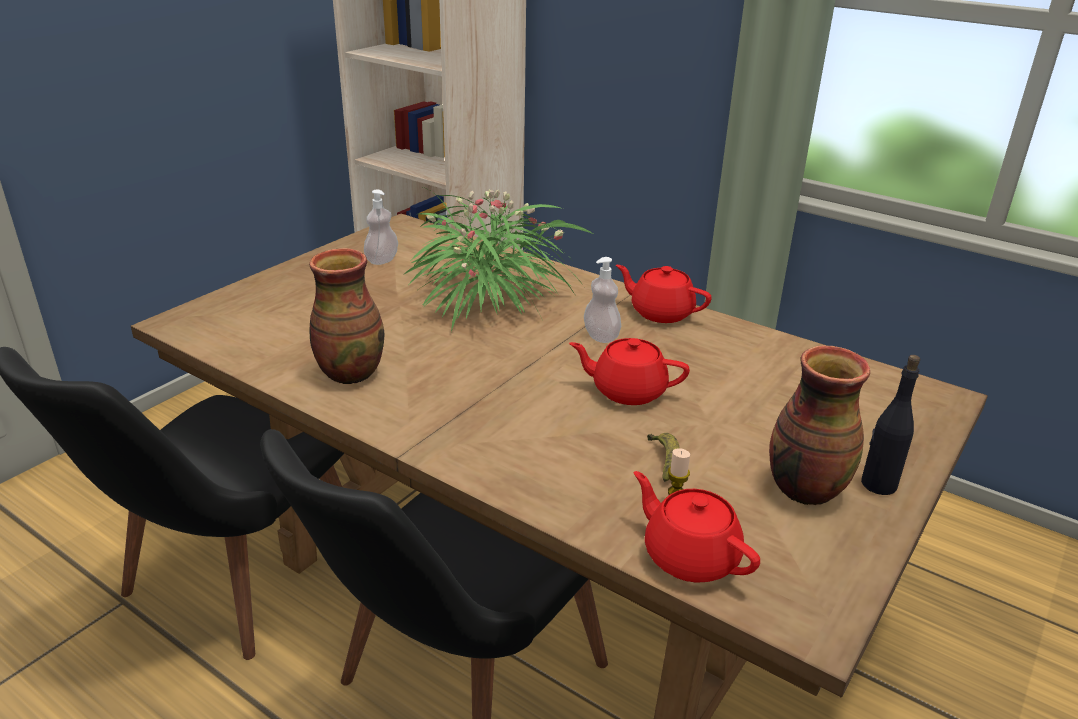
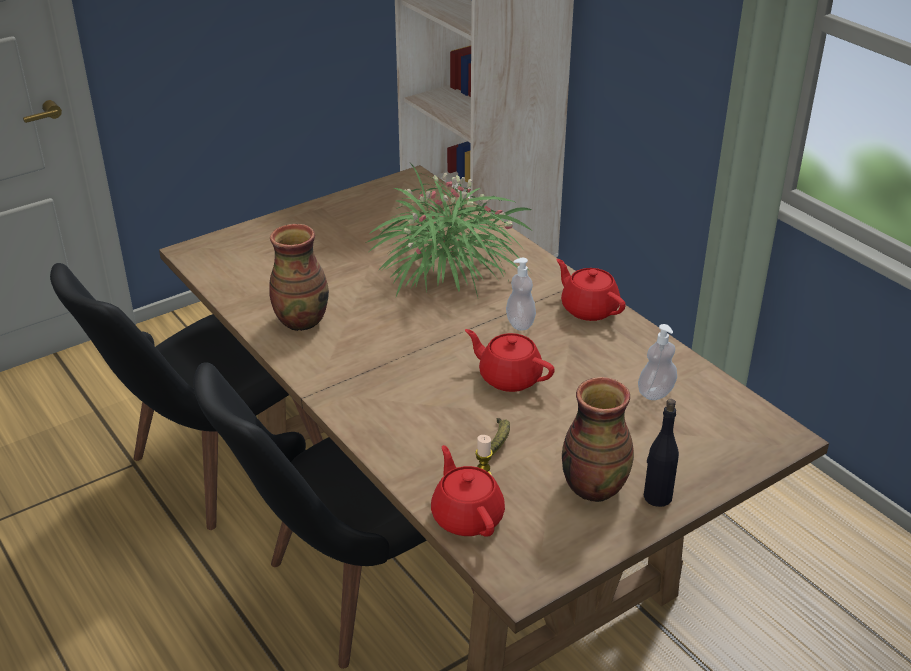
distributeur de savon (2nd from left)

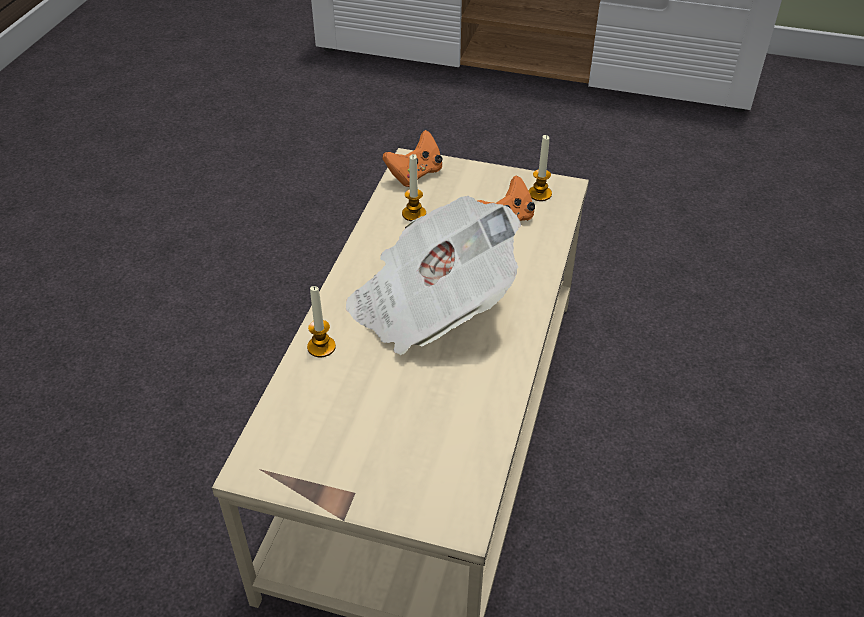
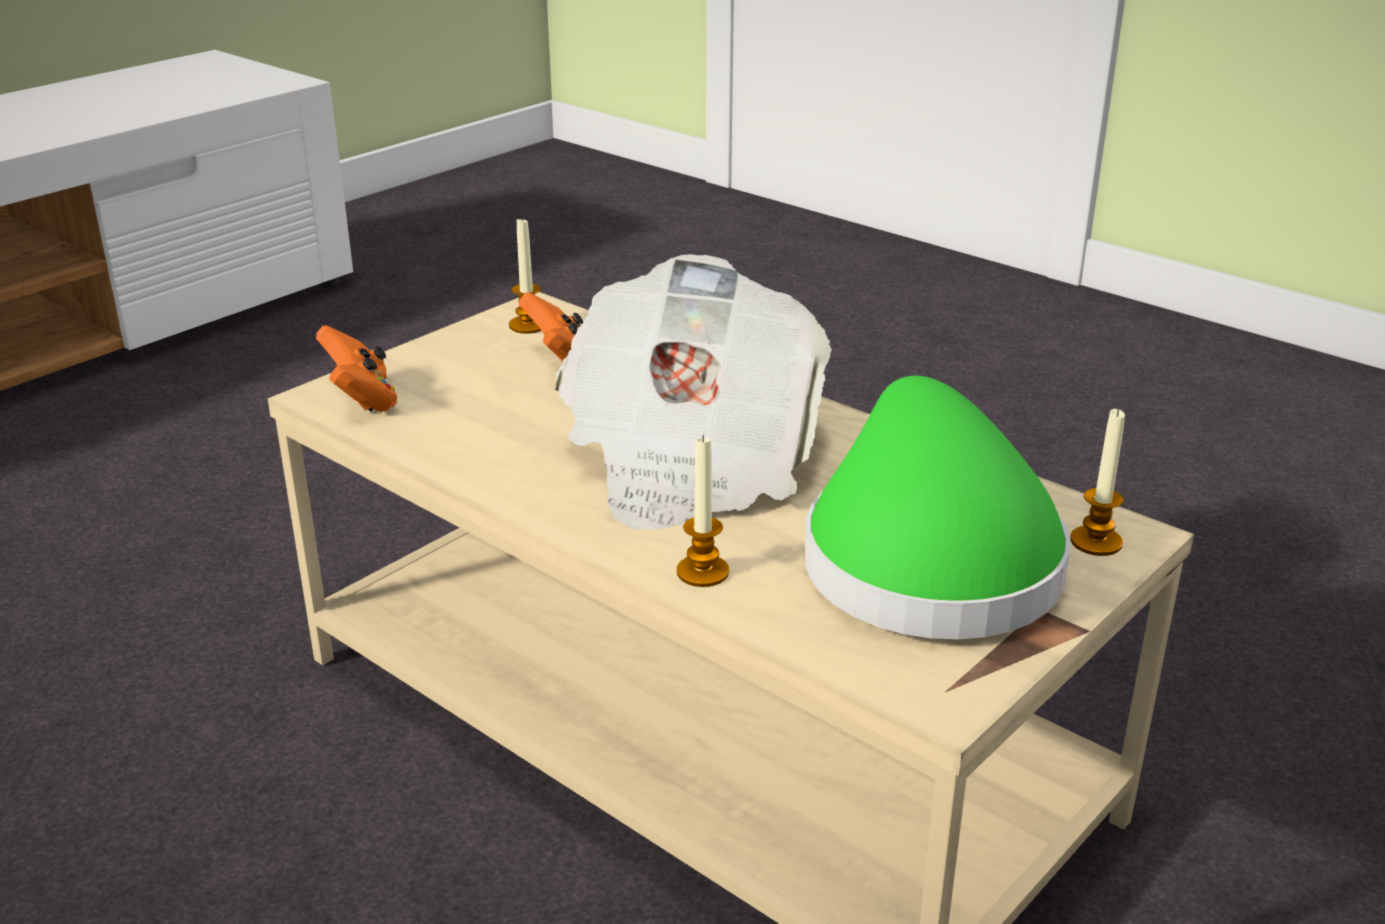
bougie (3rd from left)
chapeau/vert

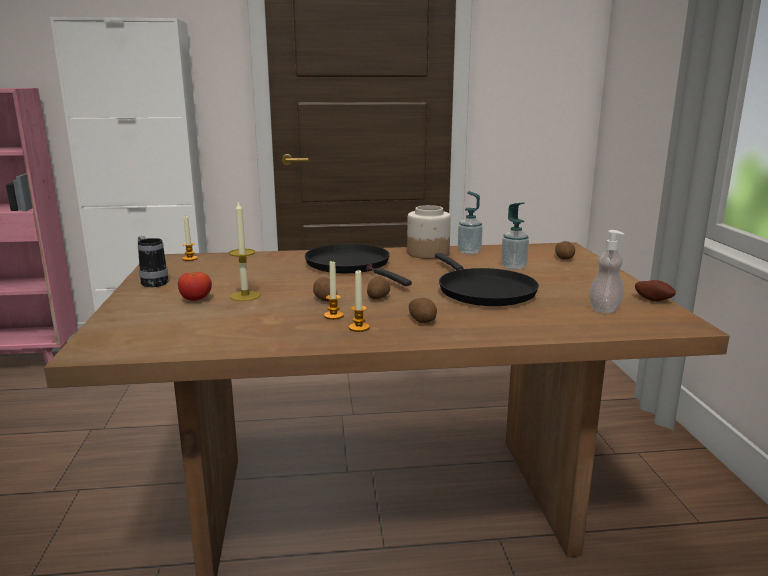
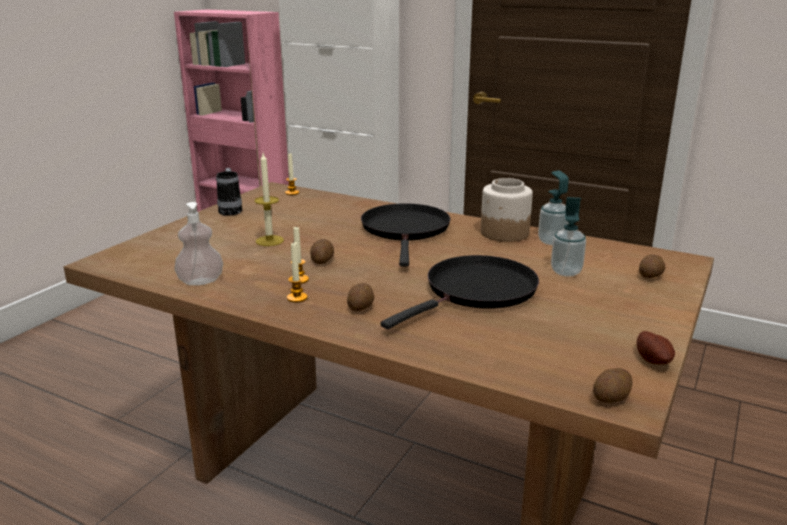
tomate
pomme de terre (3rd from left)
poêle/noir (2nd from left)
distributeur de savon (1st from left)

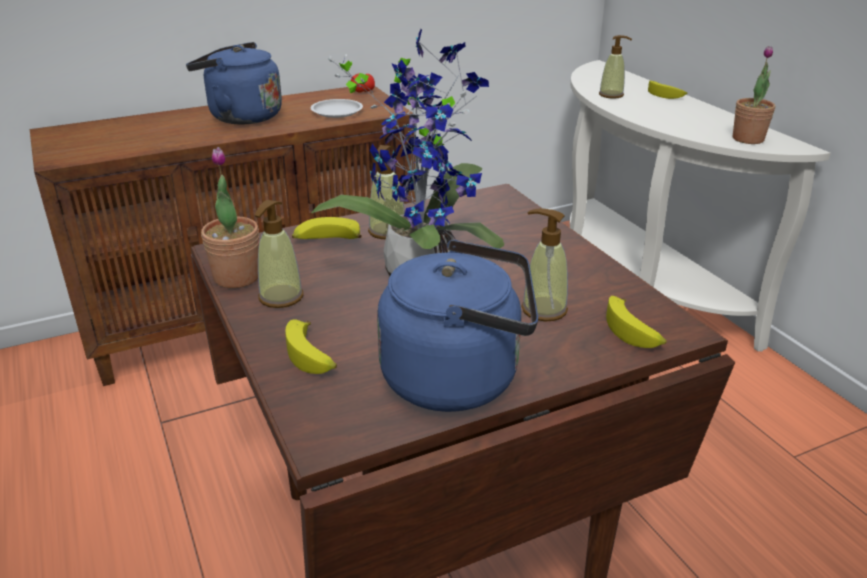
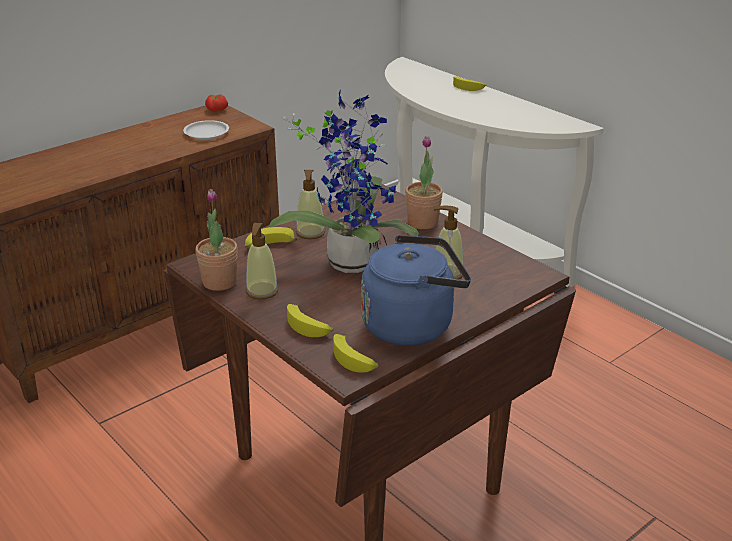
bouilloire/bleu (1st from left in the first image)
distributeur de savon (4th from left in the first image)
banane (3rd from left)
plante en pot (3rd from left)

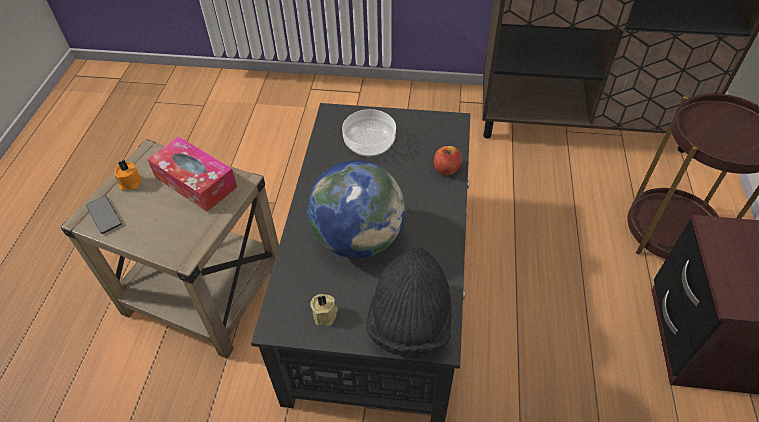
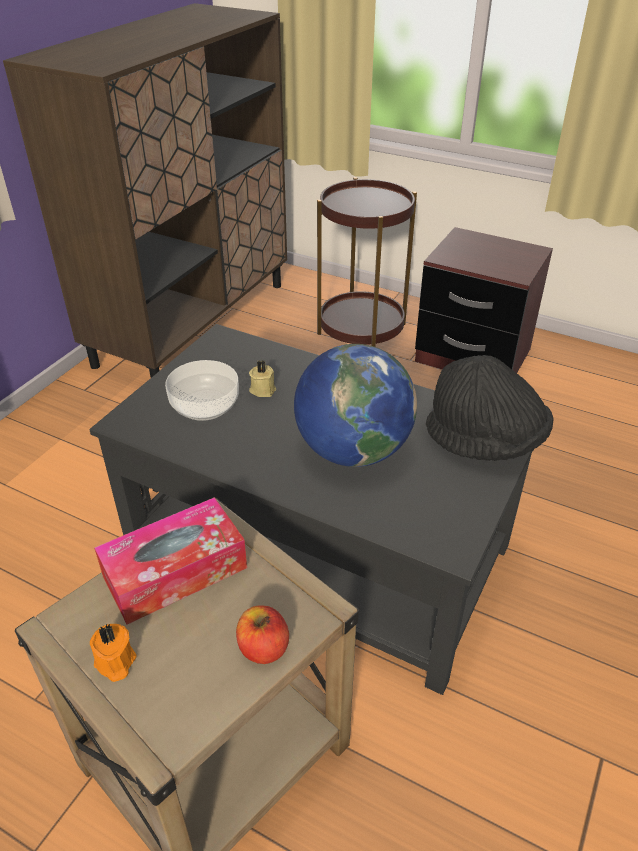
téléphone
bougie/beige
pomme

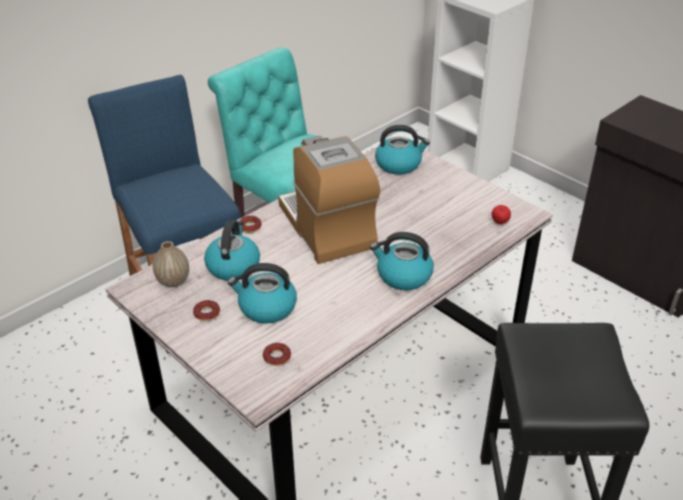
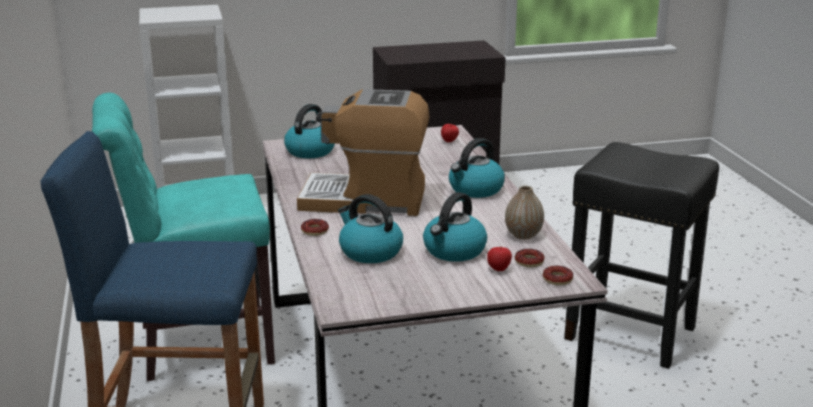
vase
beignet (3rd from left)
pomme (2nd from left)

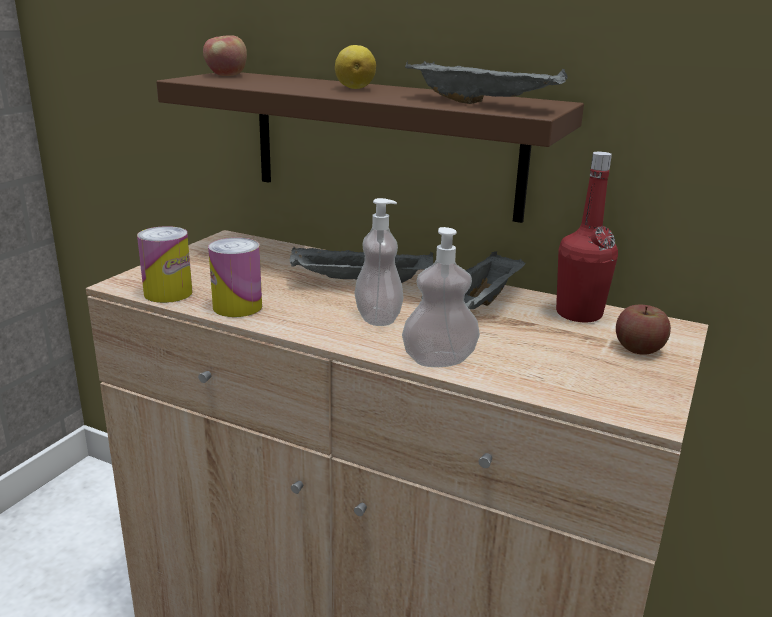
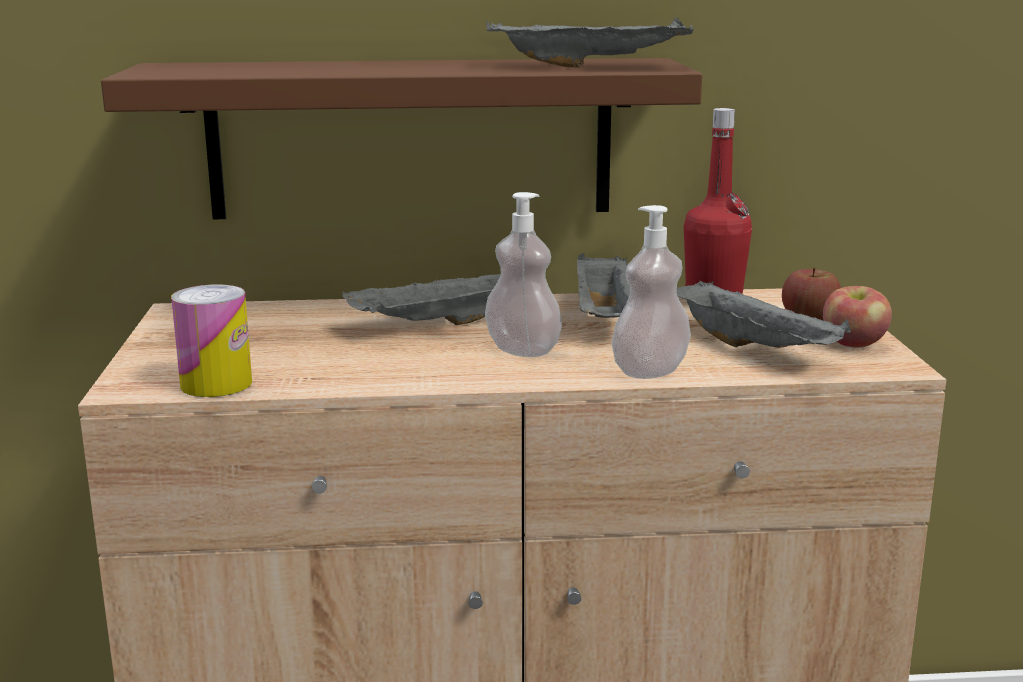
pomme (2nd from left)
boîte métallique (2nd from left in the first image)
citron
plateau/gris (4th from left)

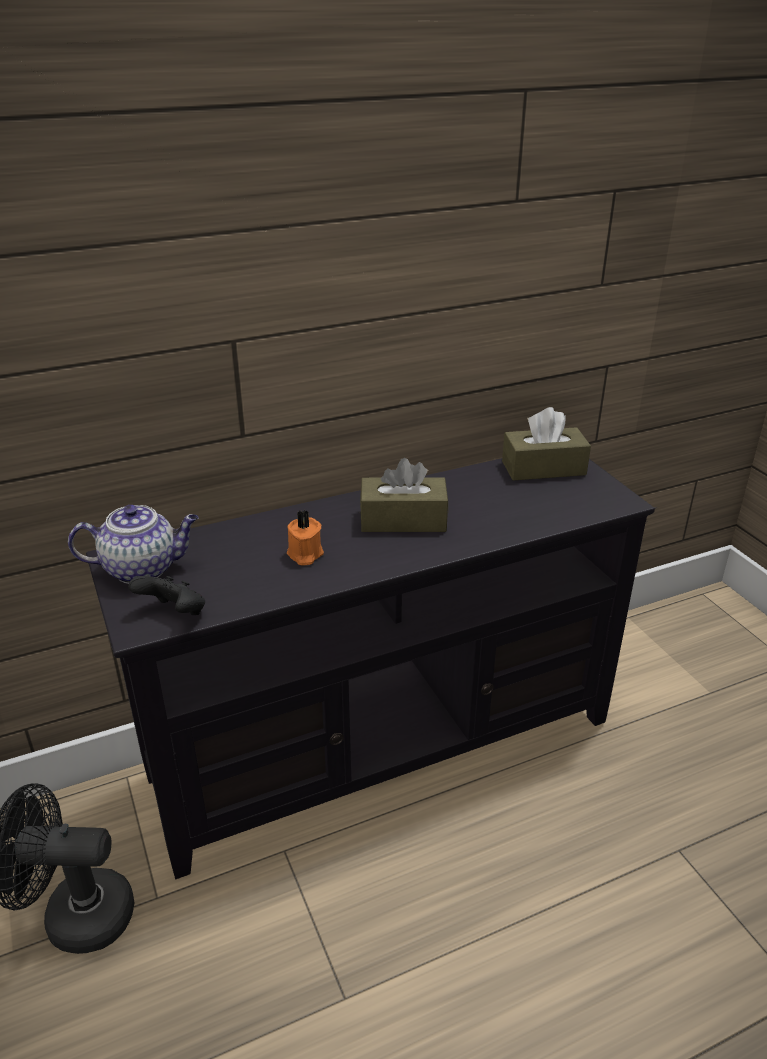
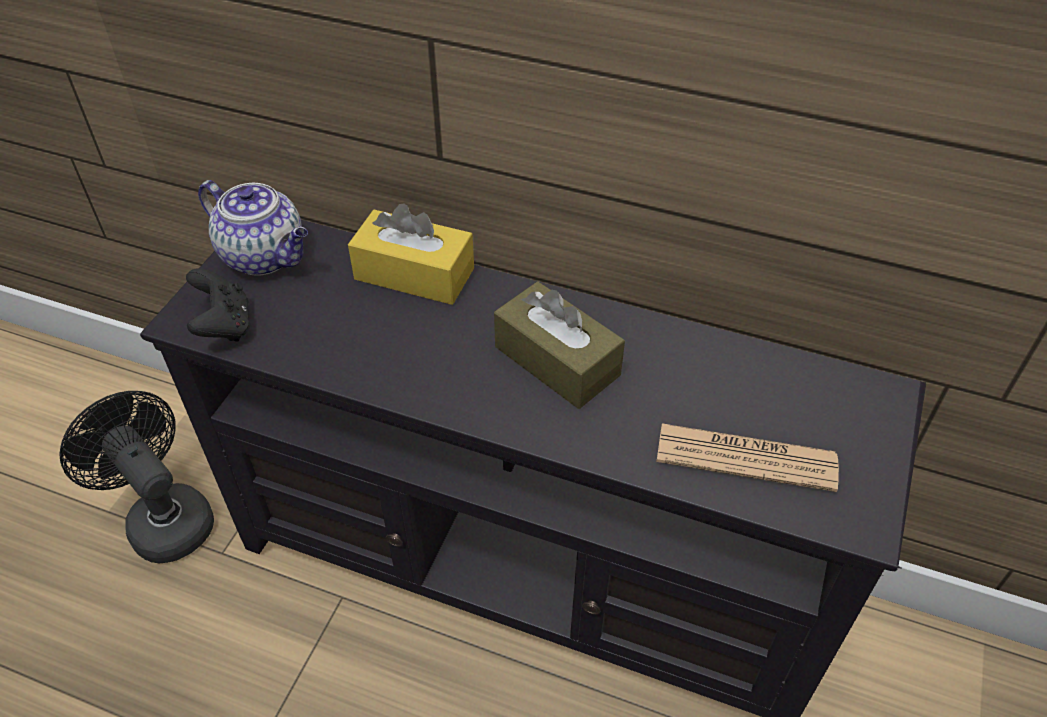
bougie/orange
boîte à mouchoirs/marron (2nd from left in the first image)
boîte à mouchoirs/jaune
journal

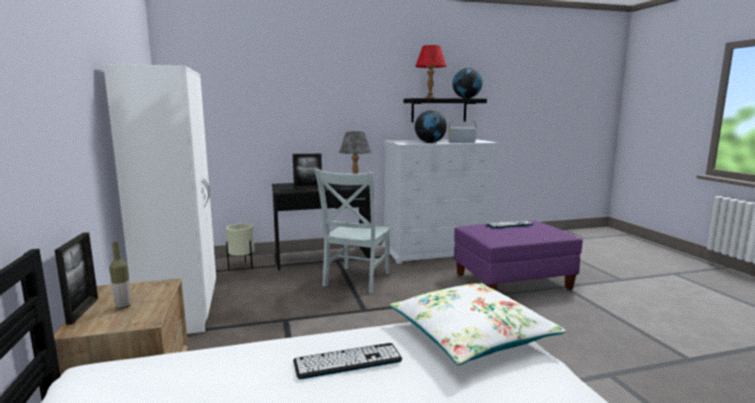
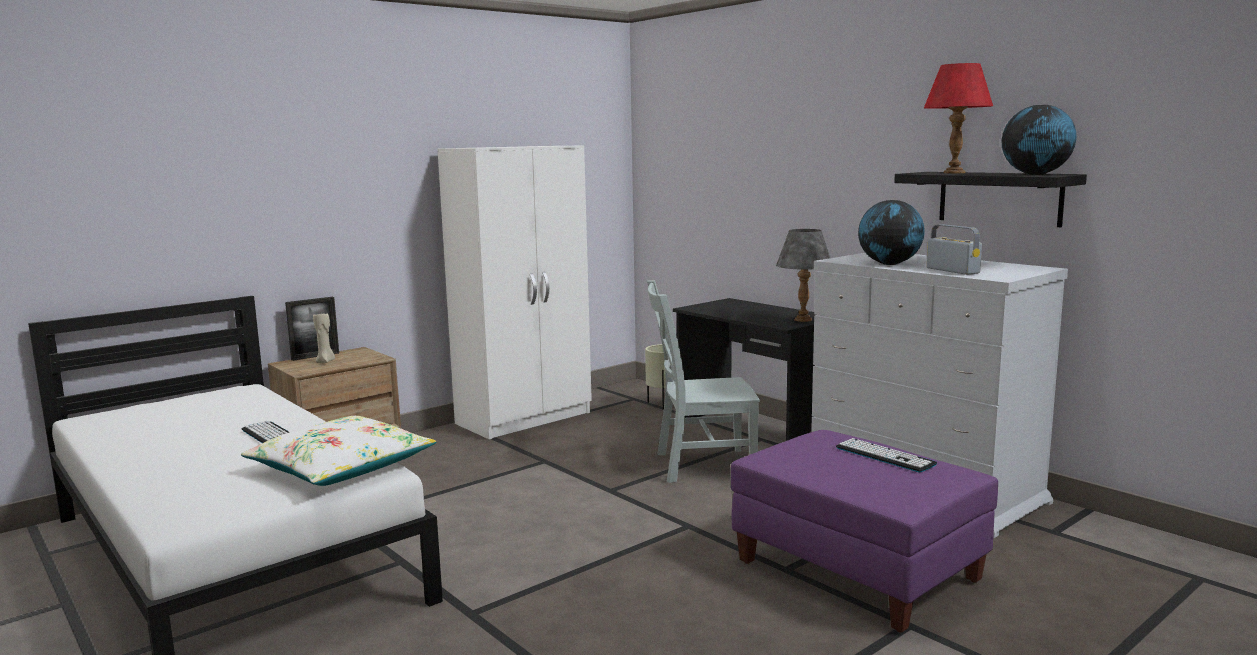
bougie/beige
cadre photo (2nd from left in the first image)

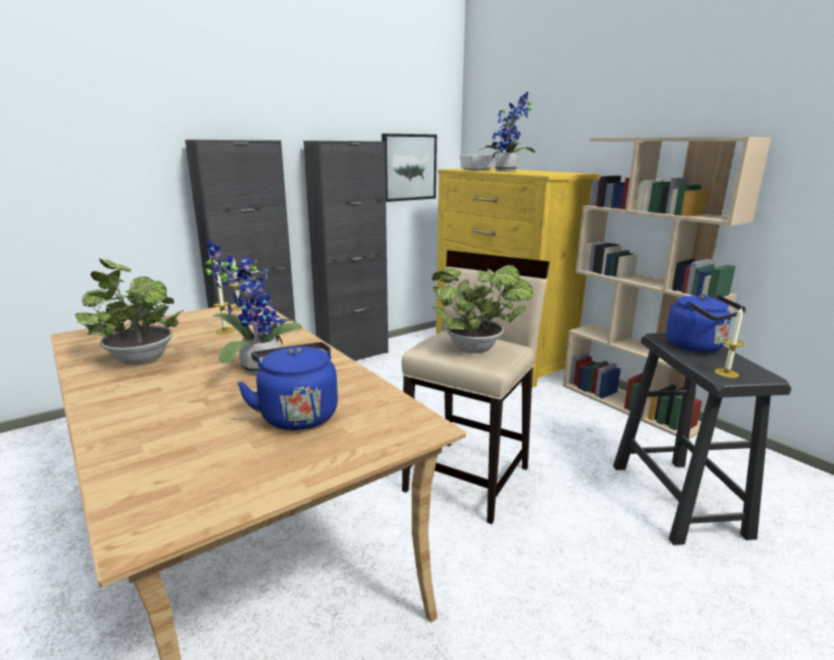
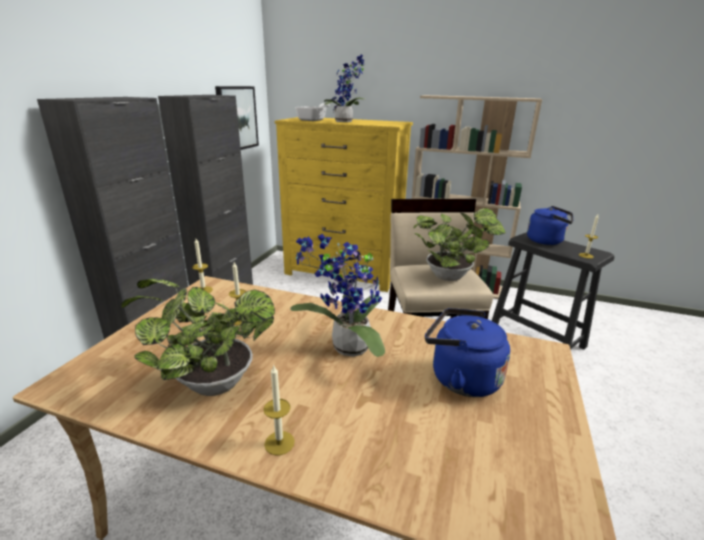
bougie (3rd from left)

